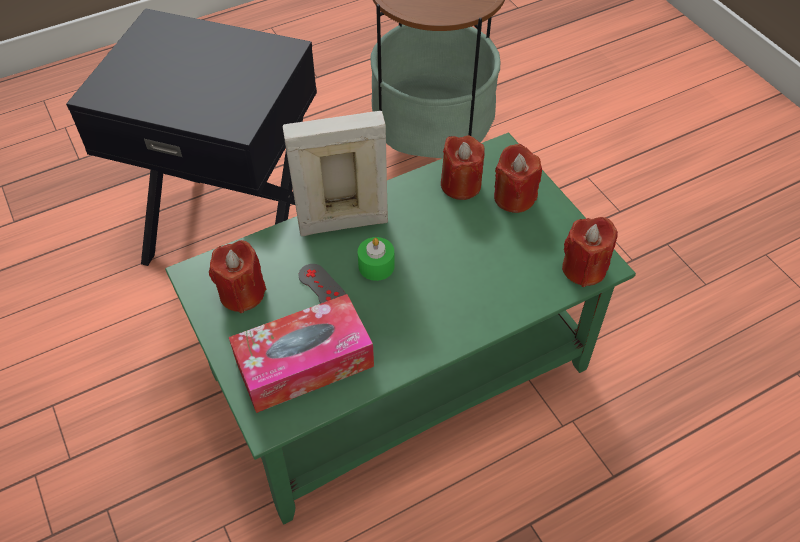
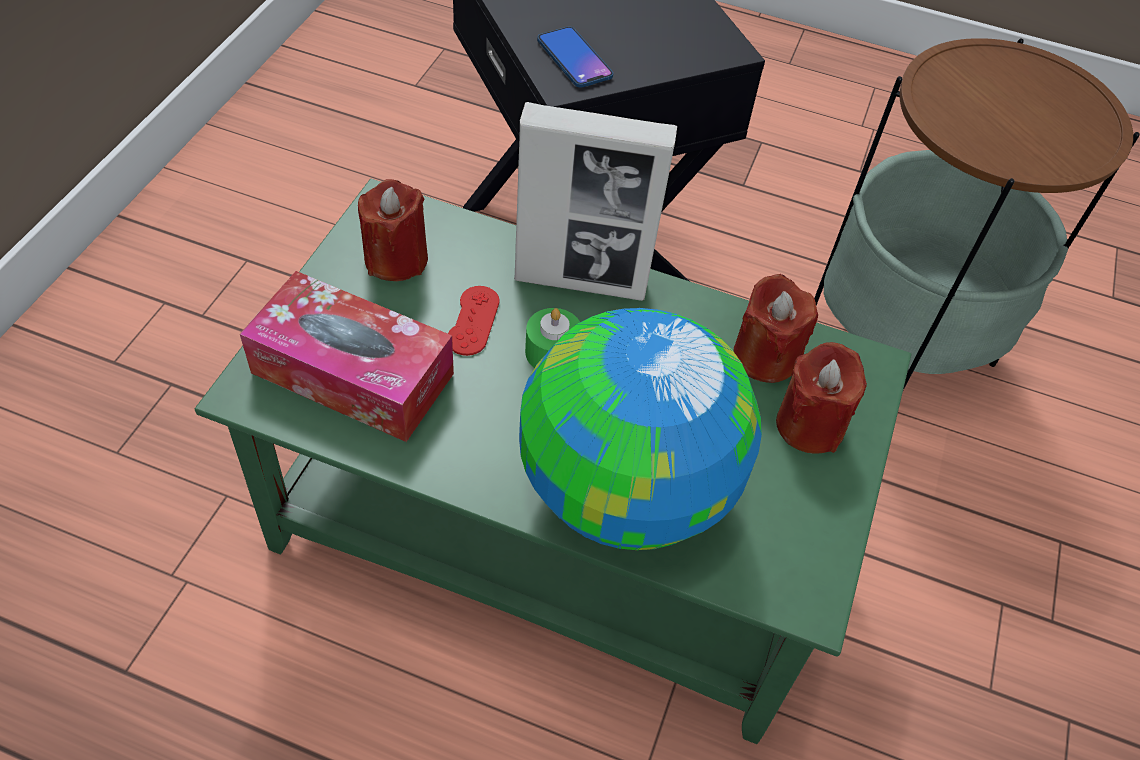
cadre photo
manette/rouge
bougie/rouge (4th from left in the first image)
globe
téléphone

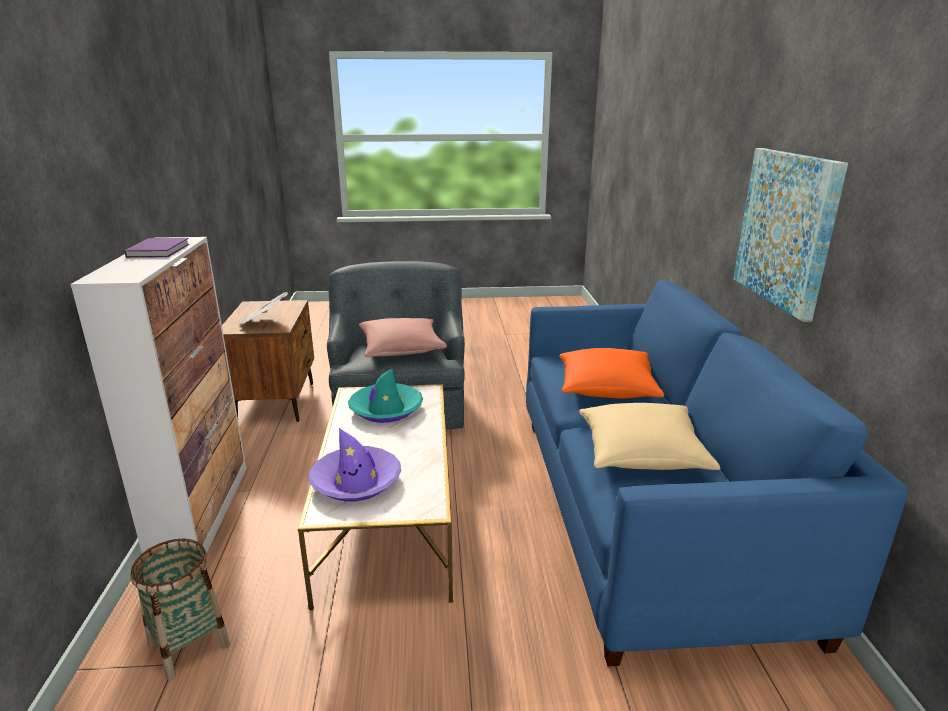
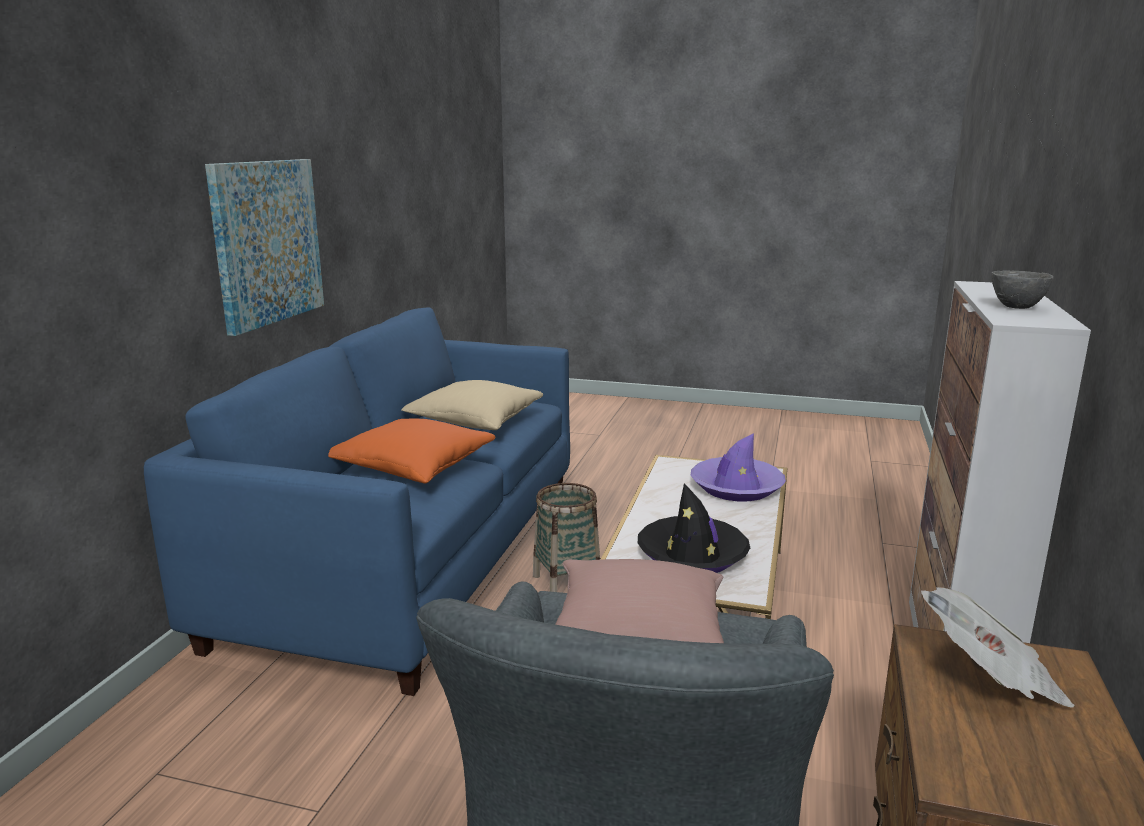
bol/gris
panier
chapeau/noir

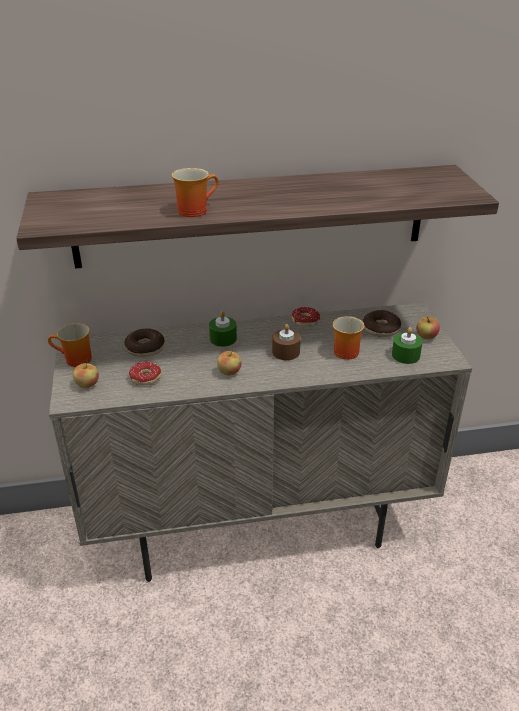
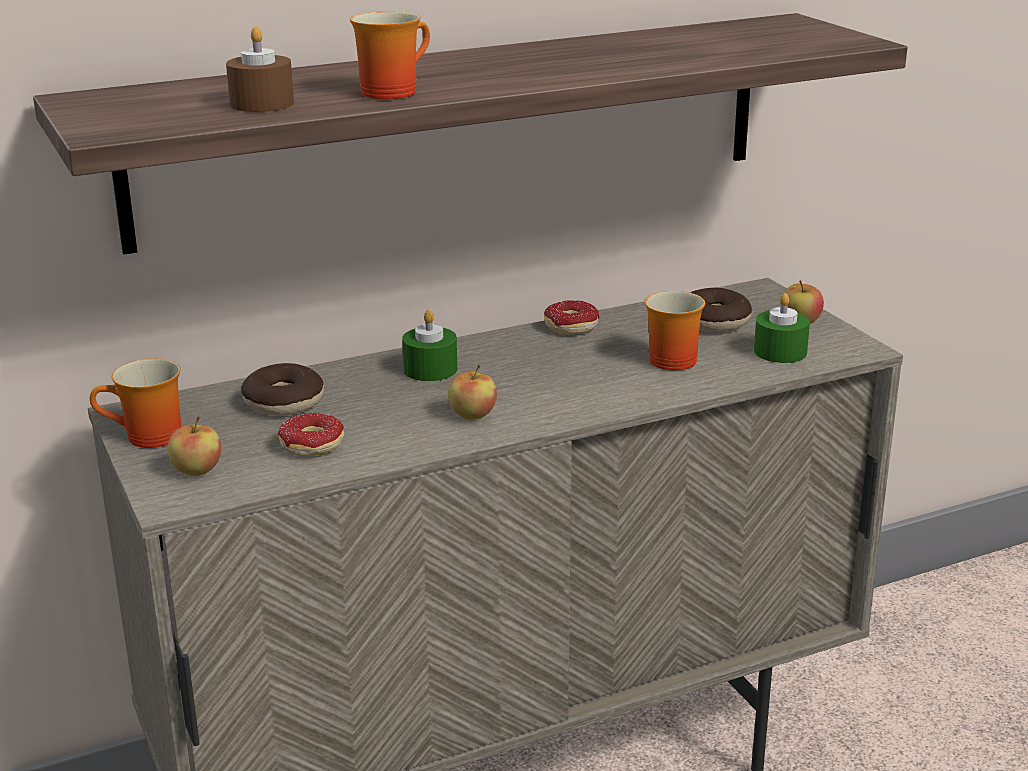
bougie/marron

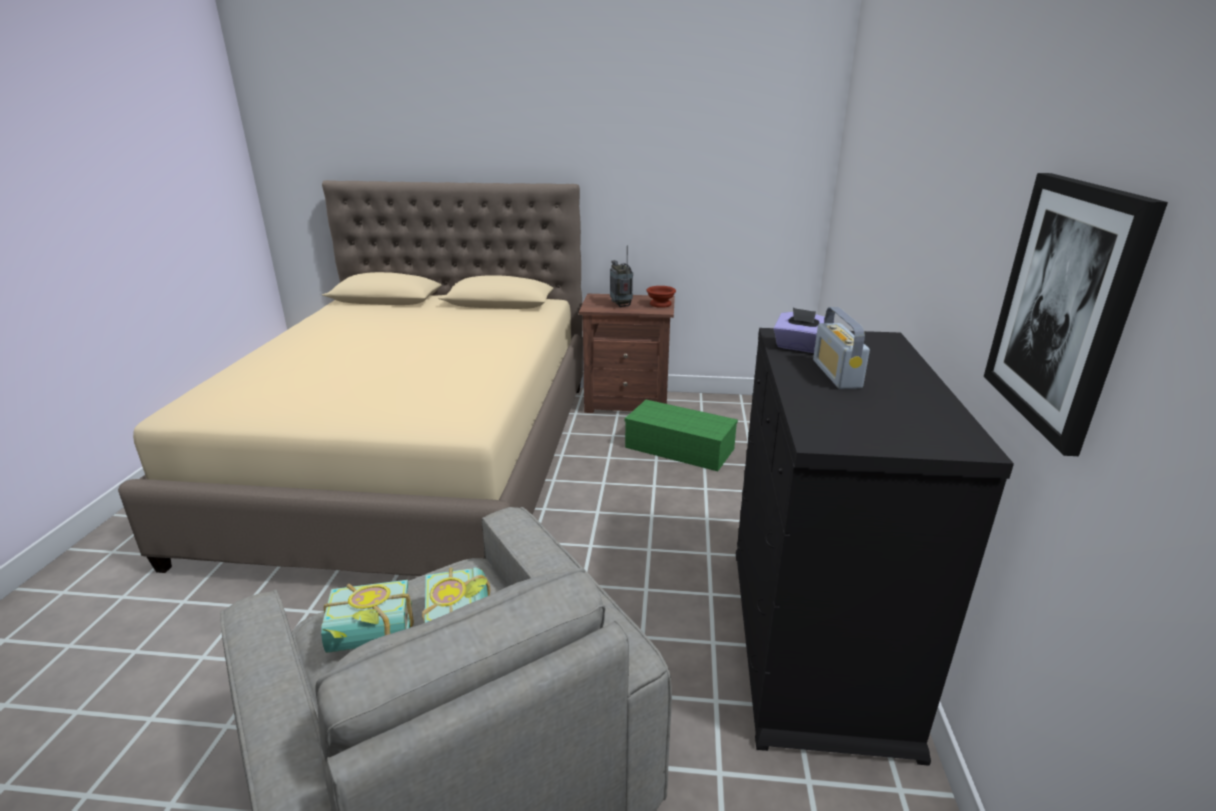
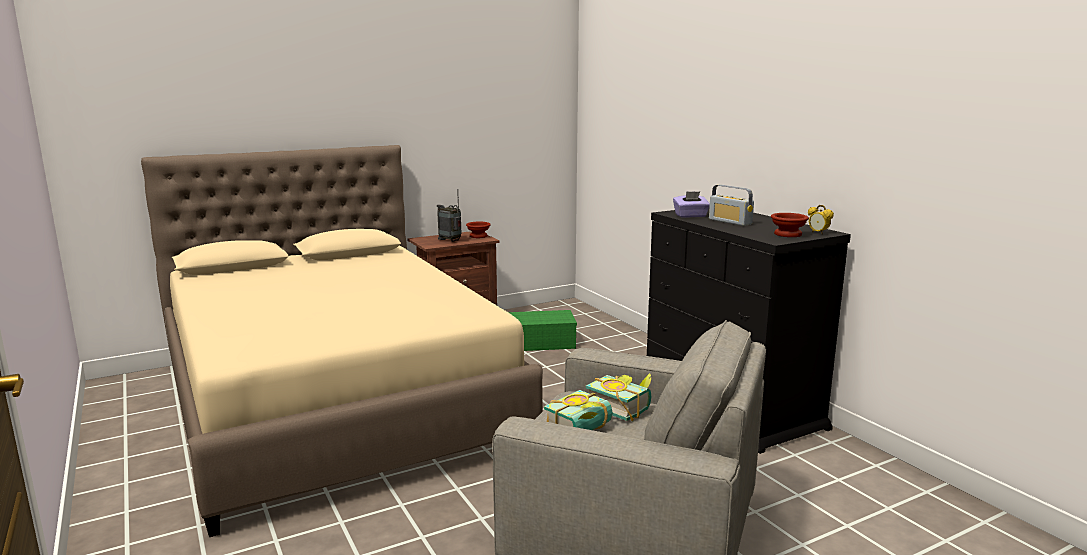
tableau
bol/marron (2nd from left)
réveil

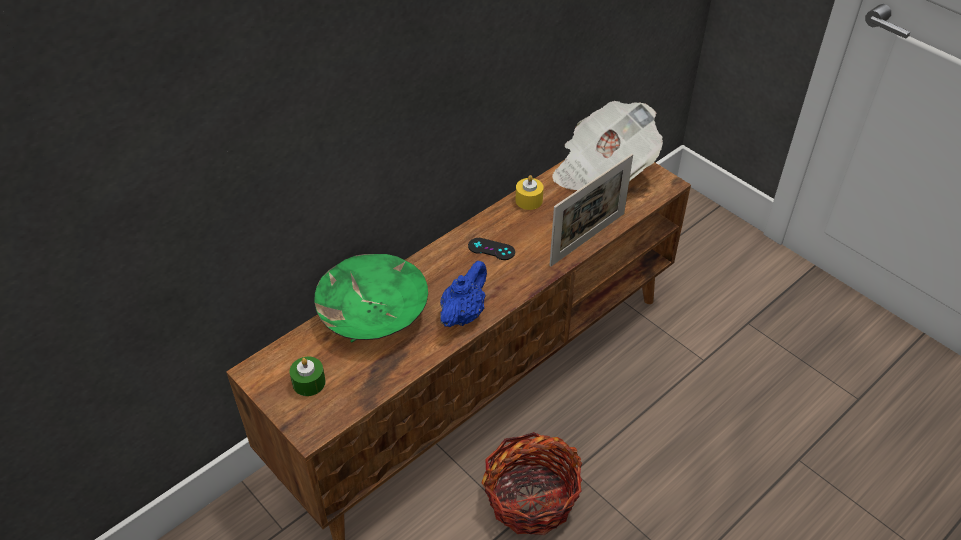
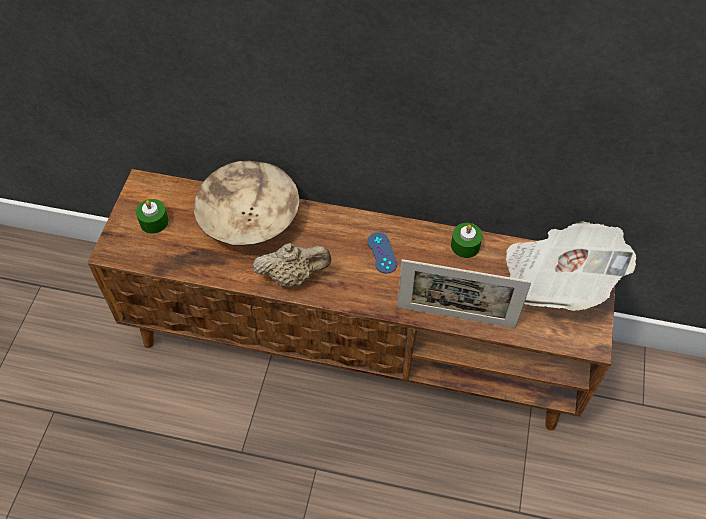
bol/beige
théière/beige
manette/bleu
panier
bougie/vert (2nd from left)

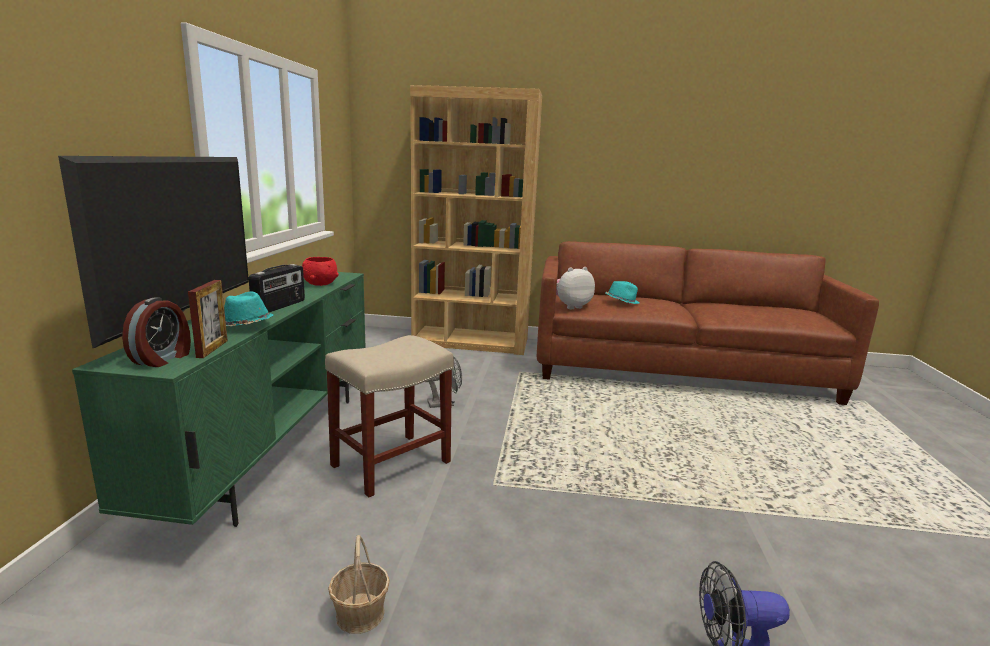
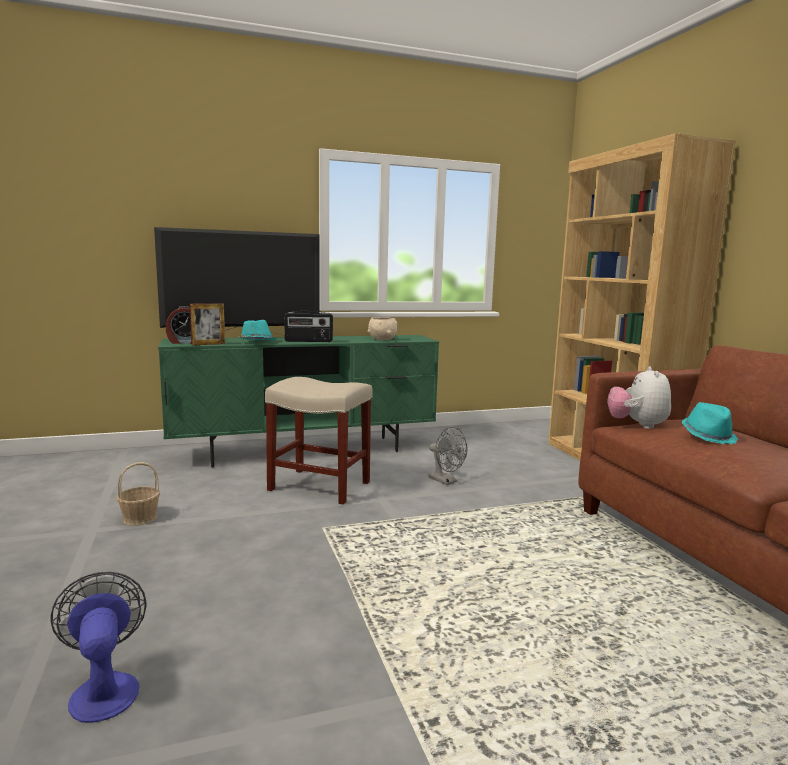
bol/beige
peluche

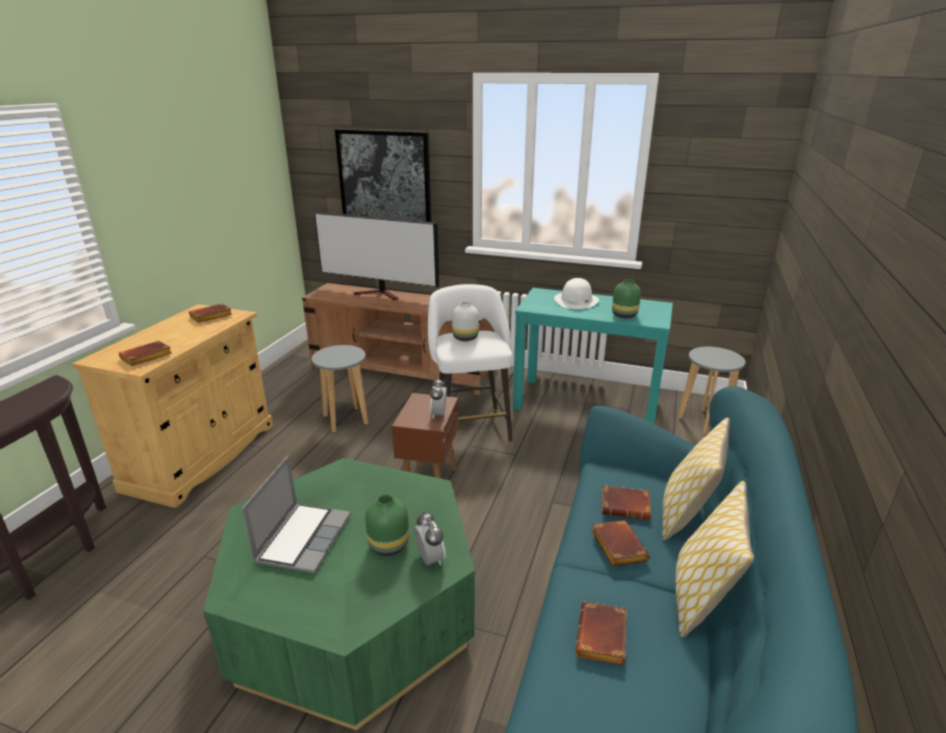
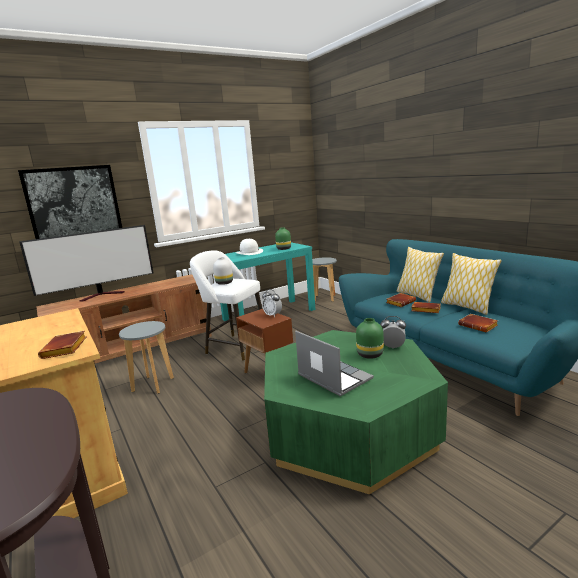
livre/marron (2nd from left in the first image)

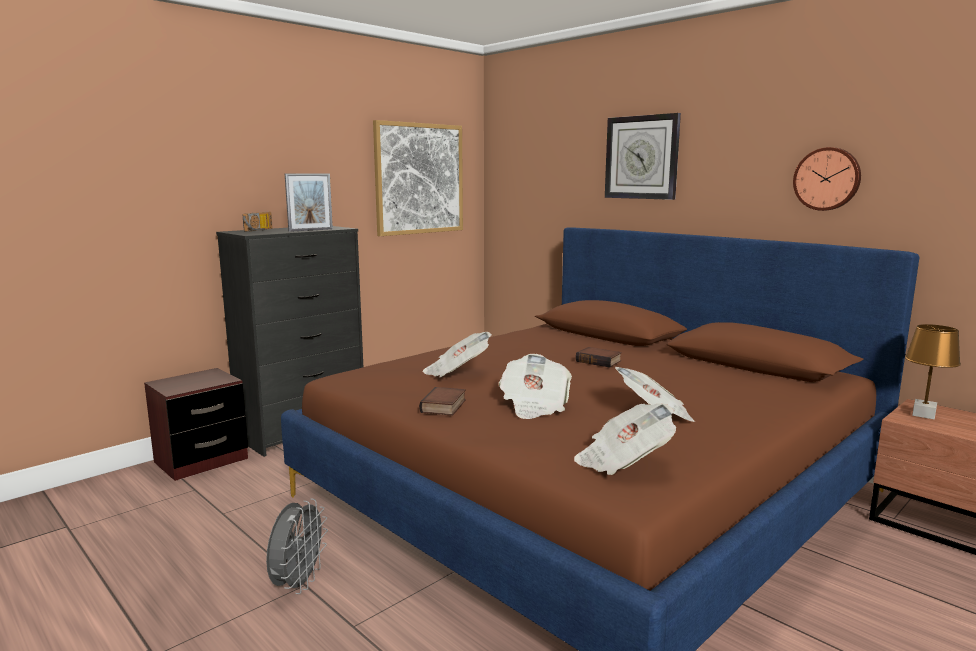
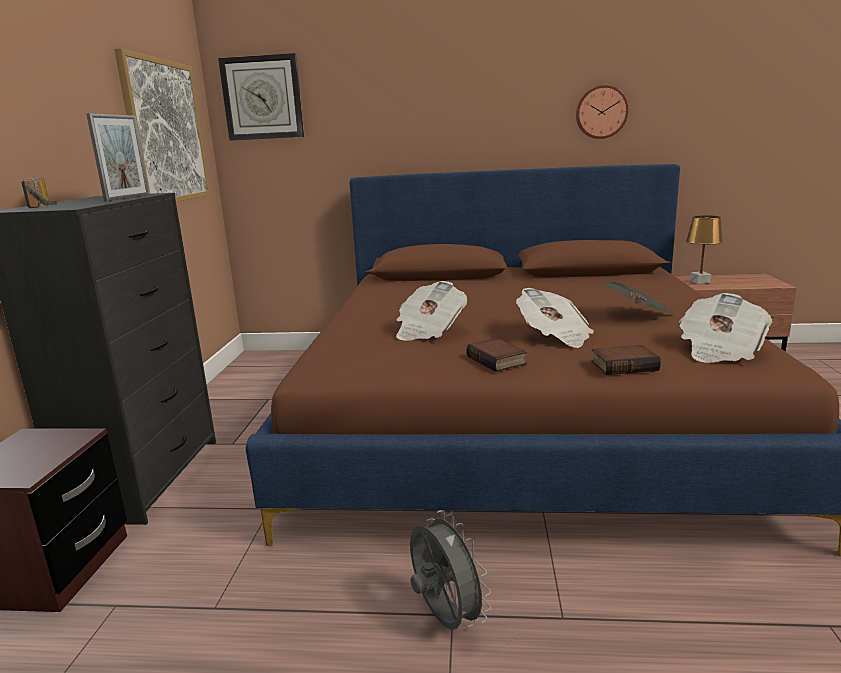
livre (2nd from left)
horloge murale (1st from left)

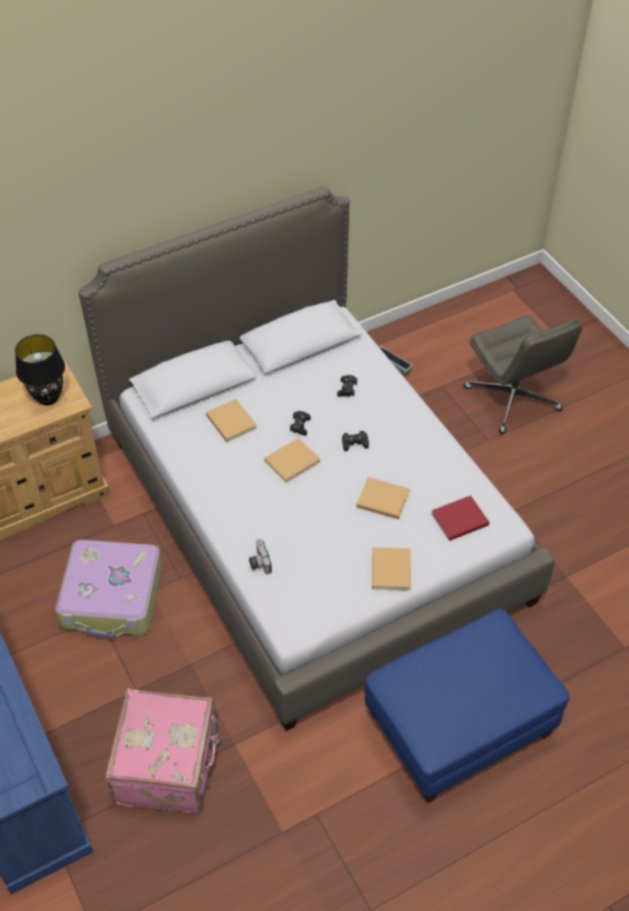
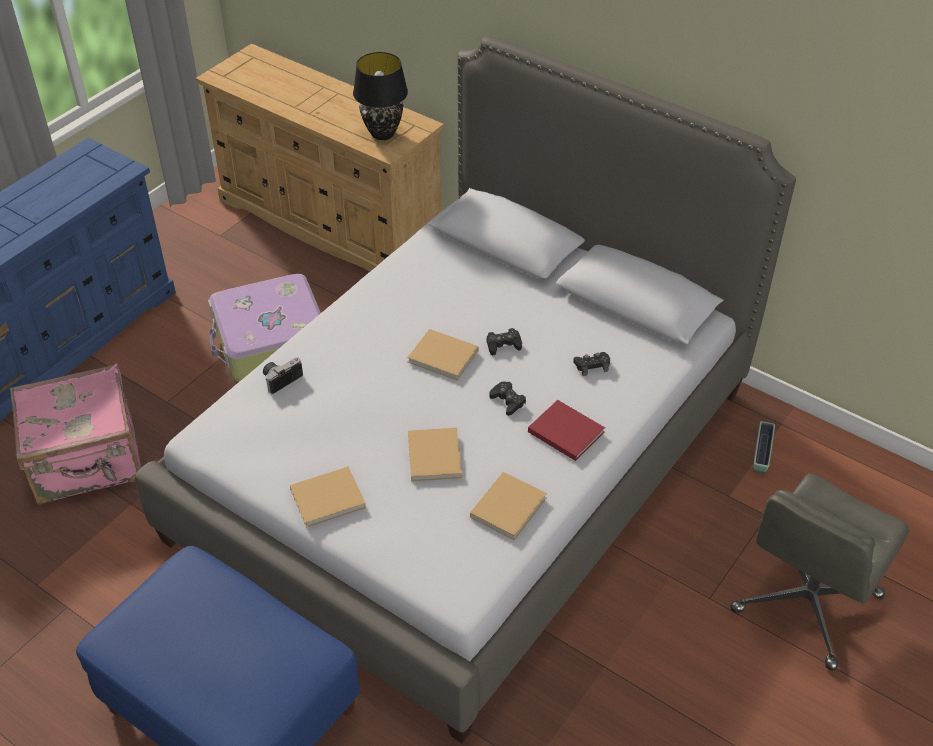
livre/beige (4th from left)
livre/rouge

